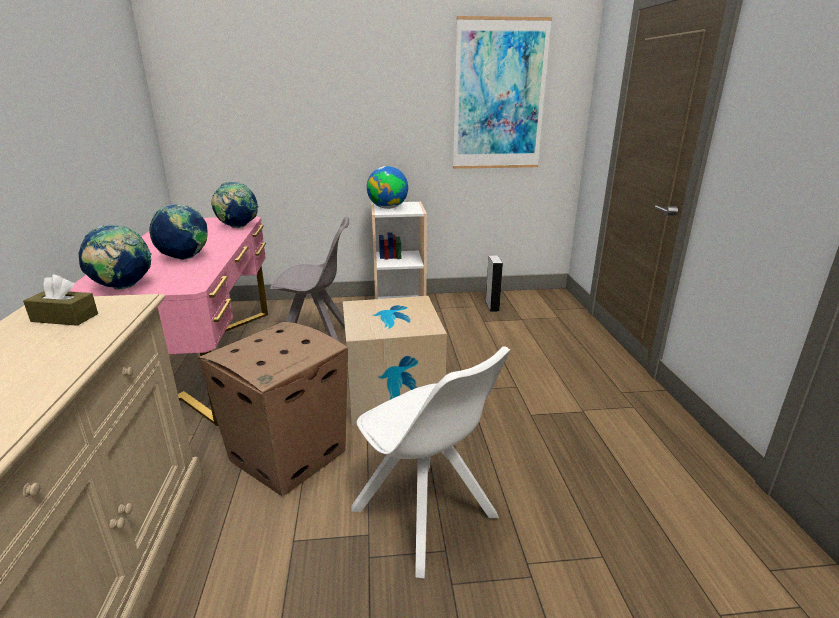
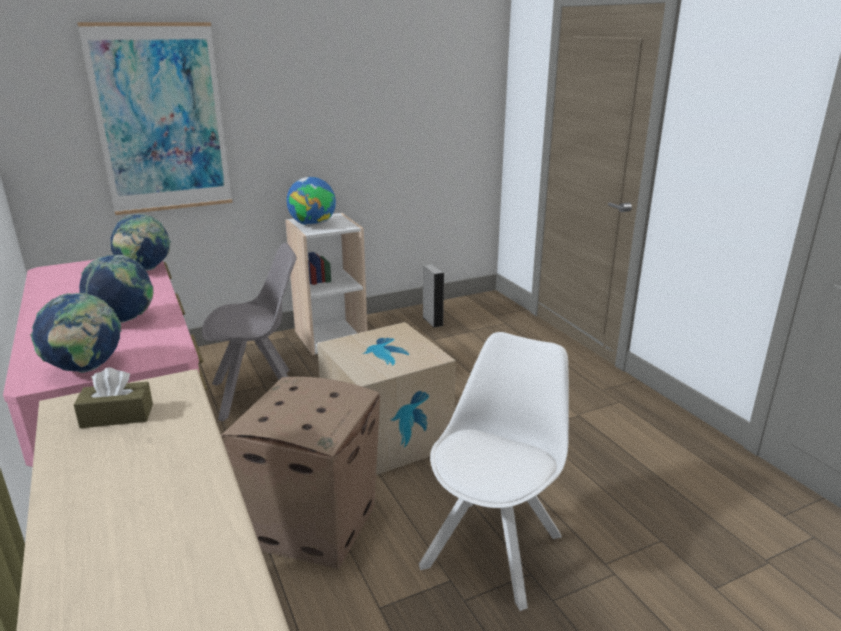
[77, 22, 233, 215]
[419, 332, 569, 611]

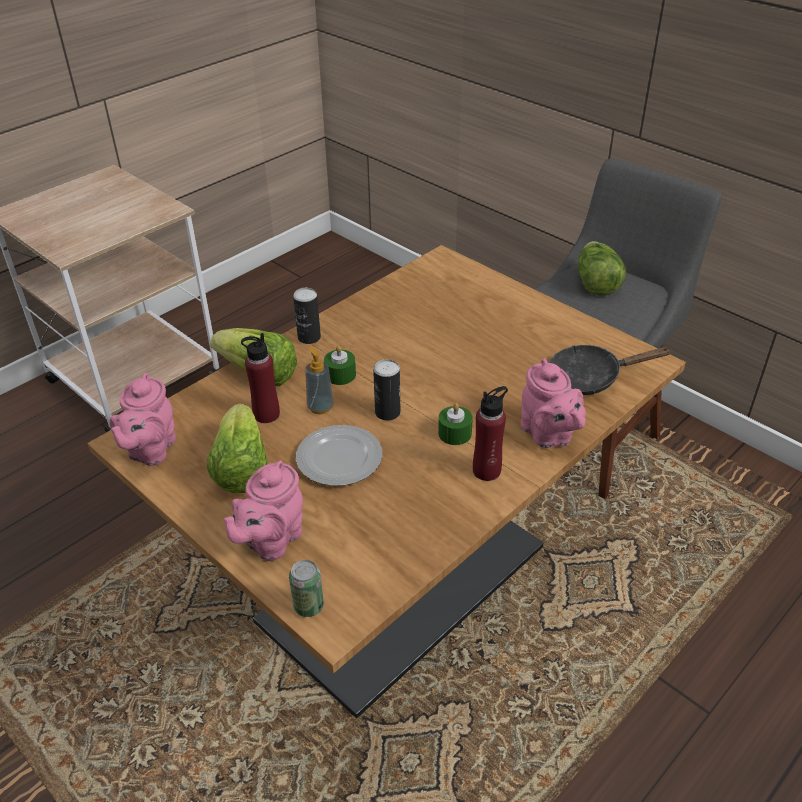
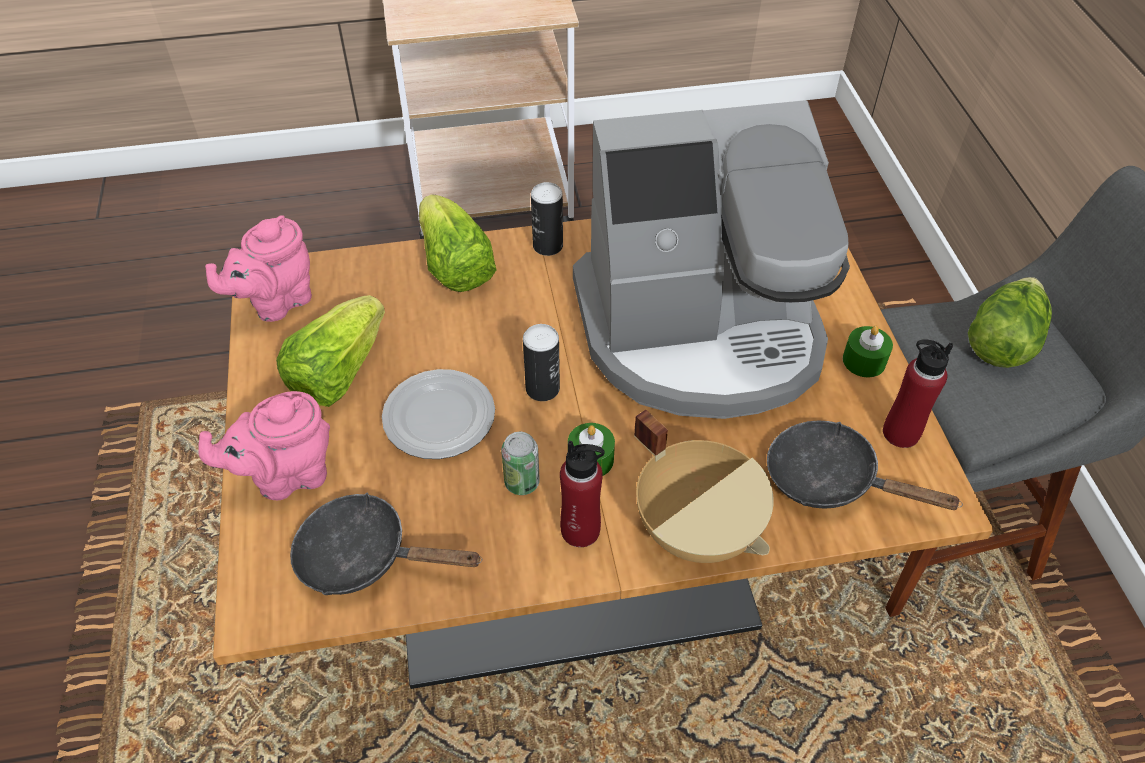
[883, 339, 953, 448]
[305, 345, 334, 414] (first image)
[843, 326, 893, 377]
[634, 410, 774, 563]
[501, 432, 540, 495]
[573, 100, 850, 419]
[290, 493, 482, 595]

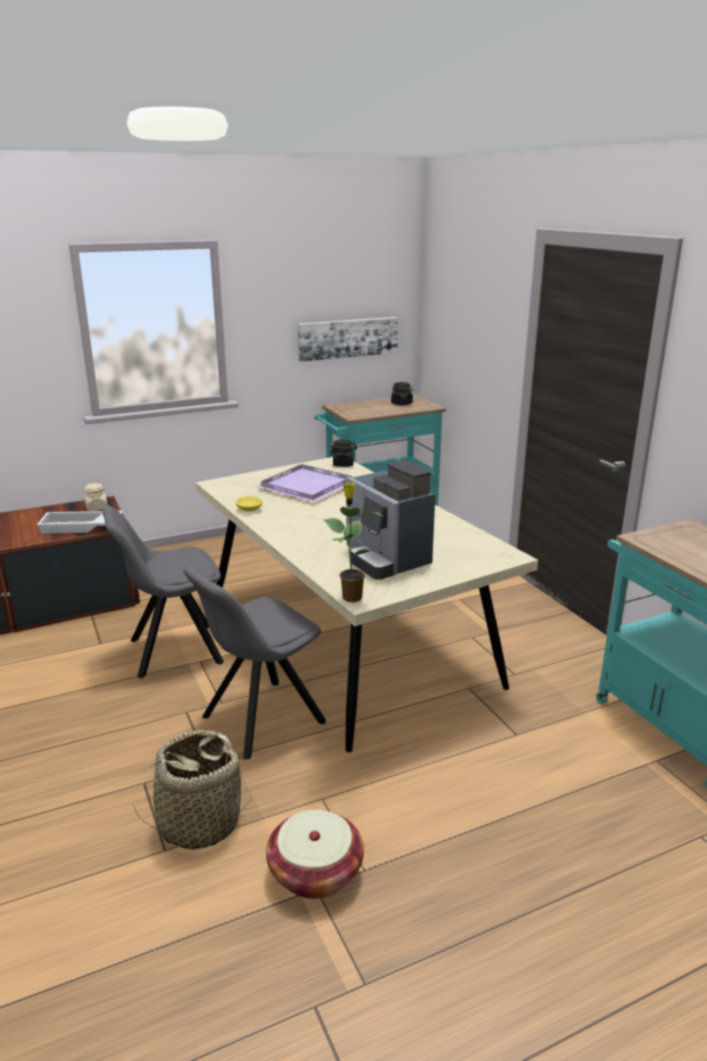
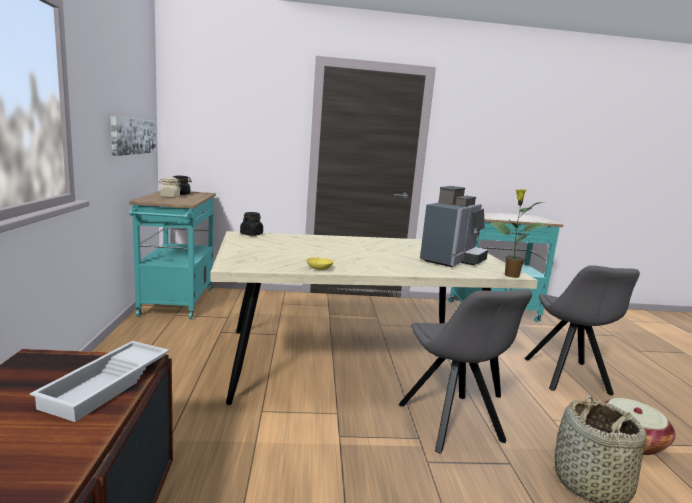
[420, 186, 488, 267]
[255, 464, 352, 502] (first image)
[159, 177, 181, 198]
[524, 265, 640, 395]

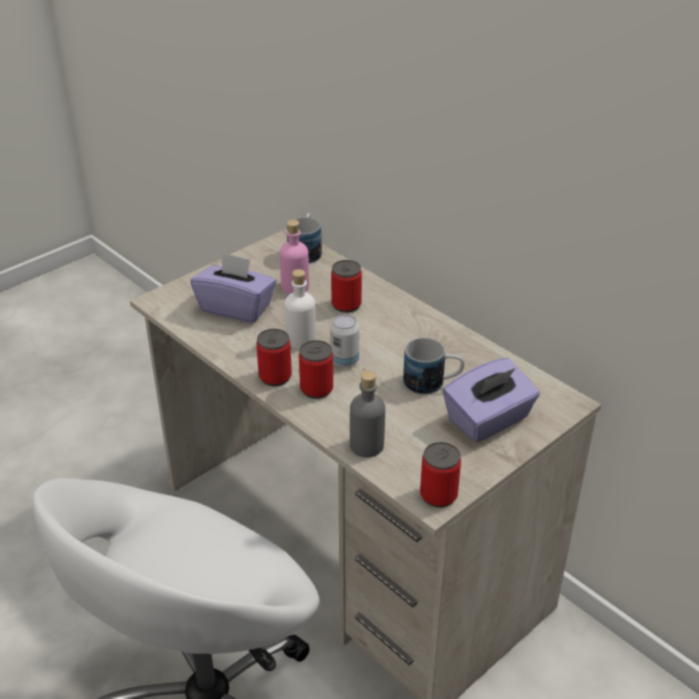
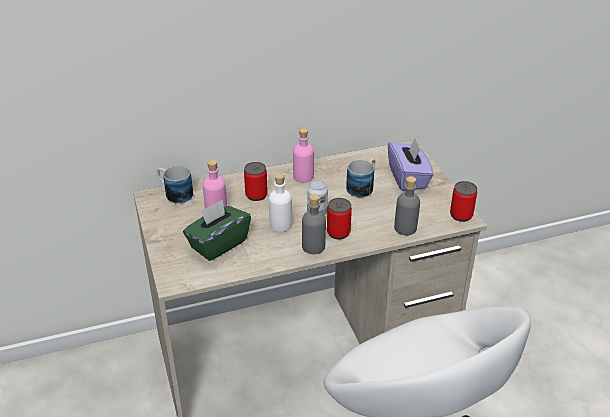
[183, 200, 251, 261]
[302, 194, 326, 254]
[293, 128, 314, 183]

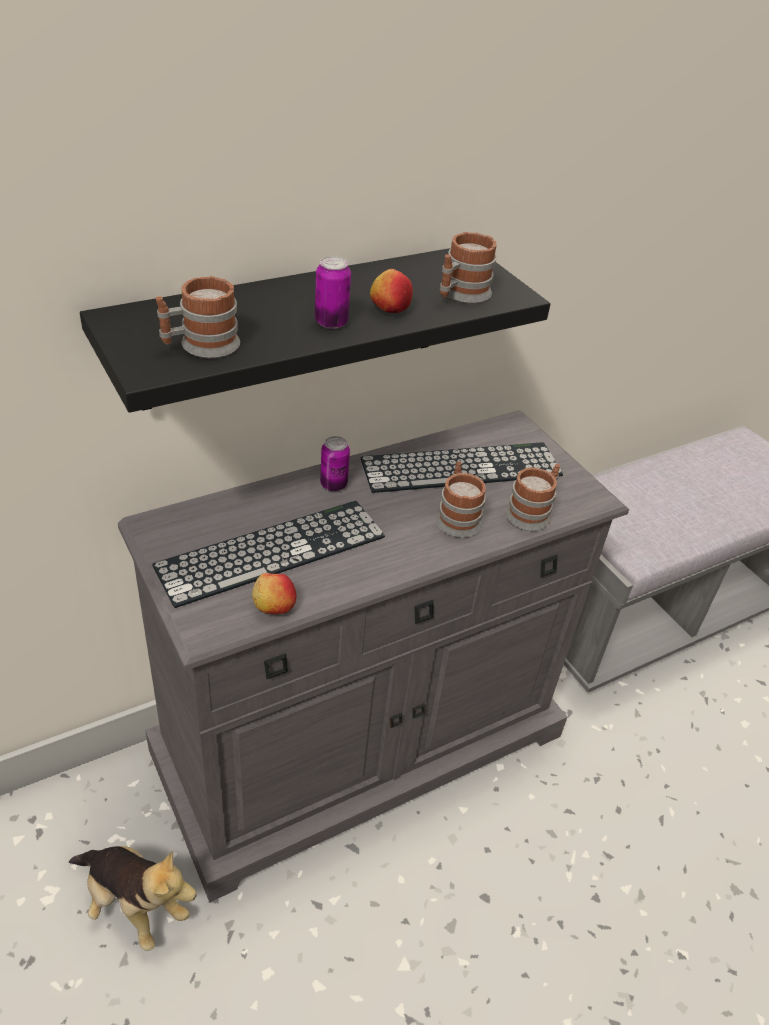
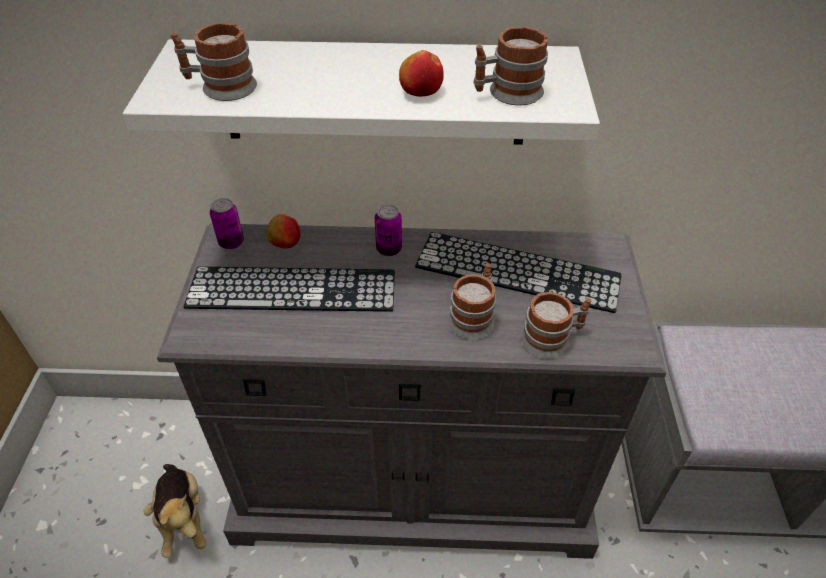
[123, 39, 600, 145]
[210, 198, 244, 249]
[266, 214, 300, 249]

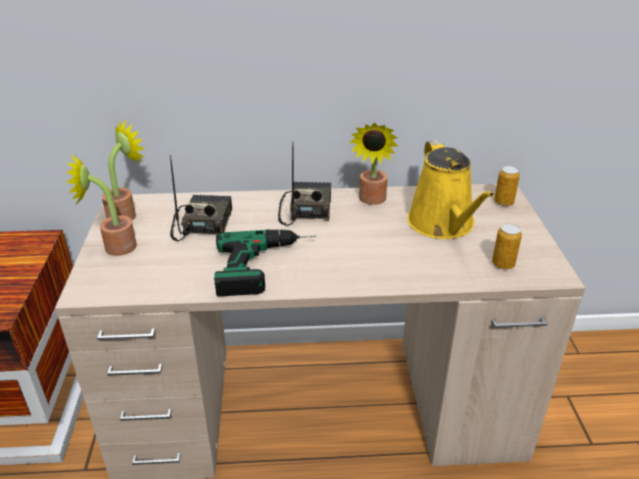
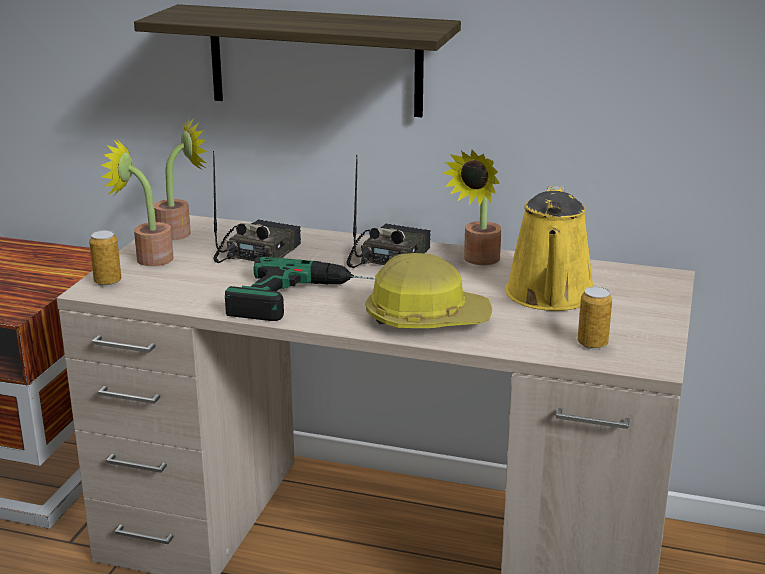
[89, 230, 121, 286]
[134, 4, 461, 117]
[366, 253, 492, 328]

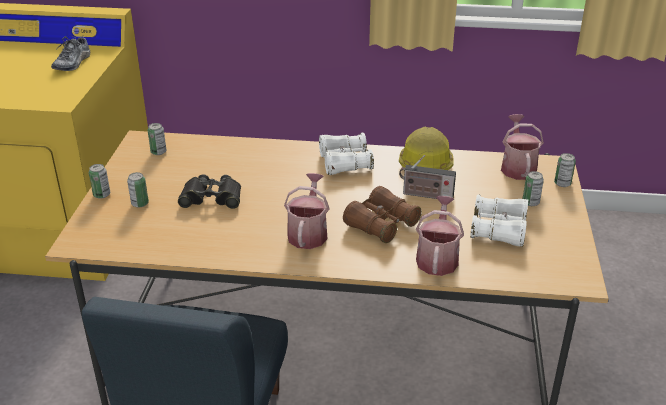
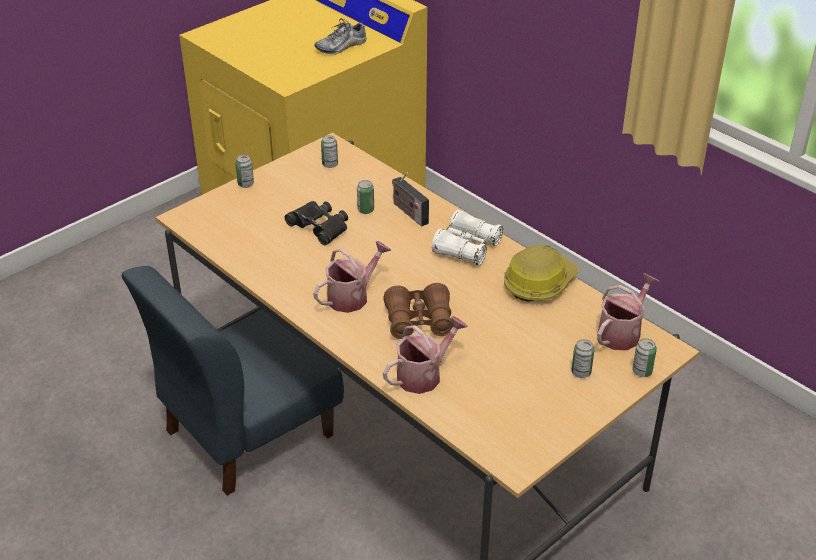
[392, 173, 429, 227]
[357, 180, 374, 214]
[470, 194, 528, 247] (first image)

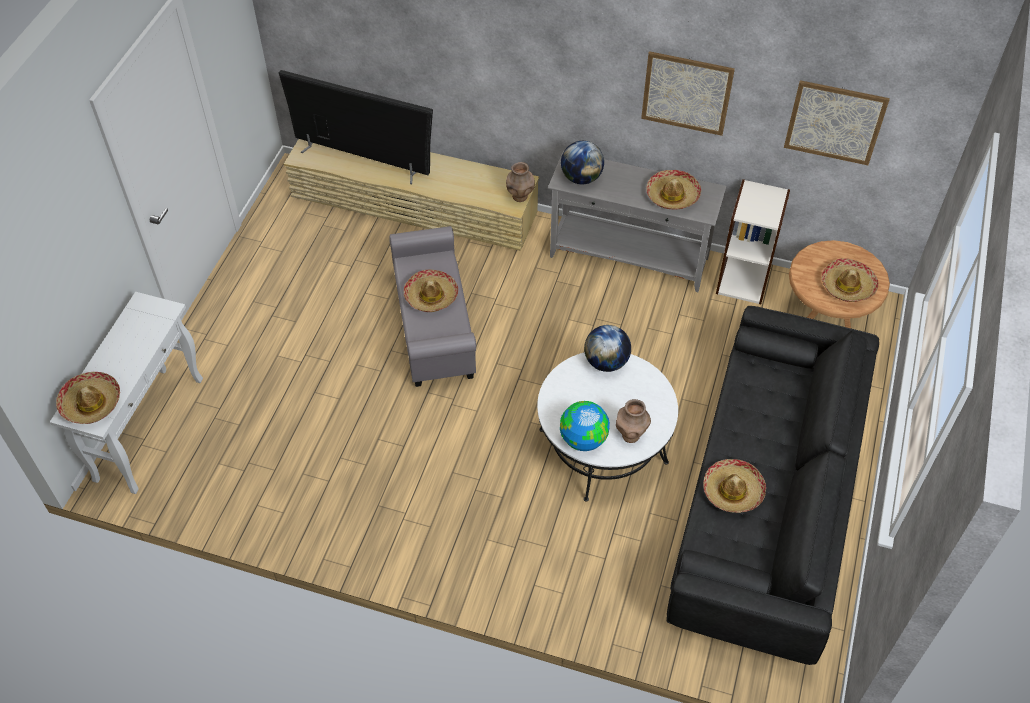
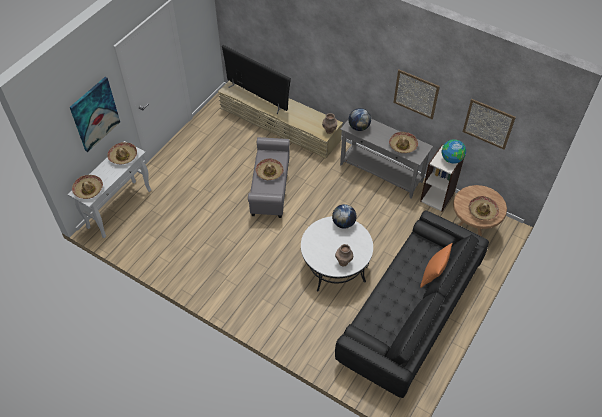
[442, 139, 466, 164]
[108, 142, 137, 164]
[70, 77, 120, 152]
[420, 243, 452, 288]

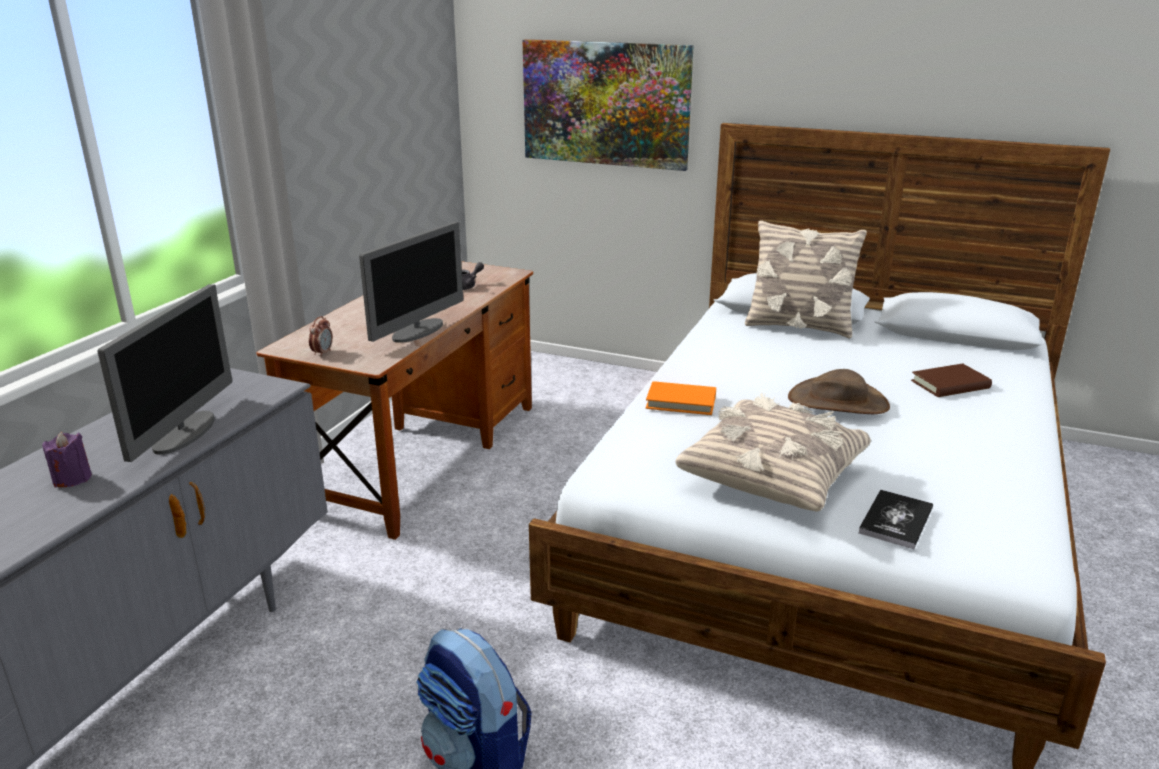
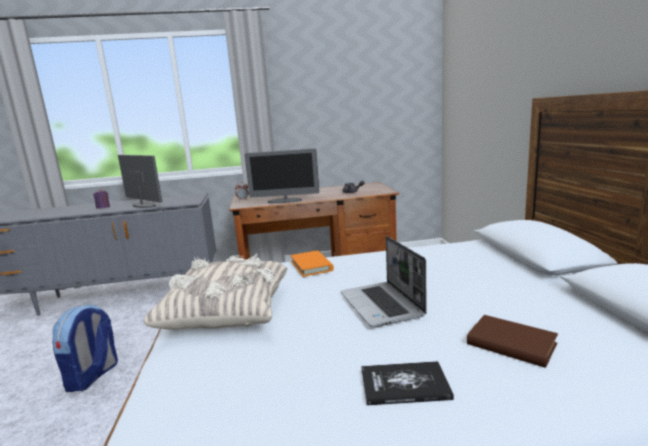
[522, 39, 694, 171] (first image)
[745, 220, 867, 339] (first image)
[118, 155, 162, 208]
[341, 236, 427, 327]
[361, 361, 454, 405]

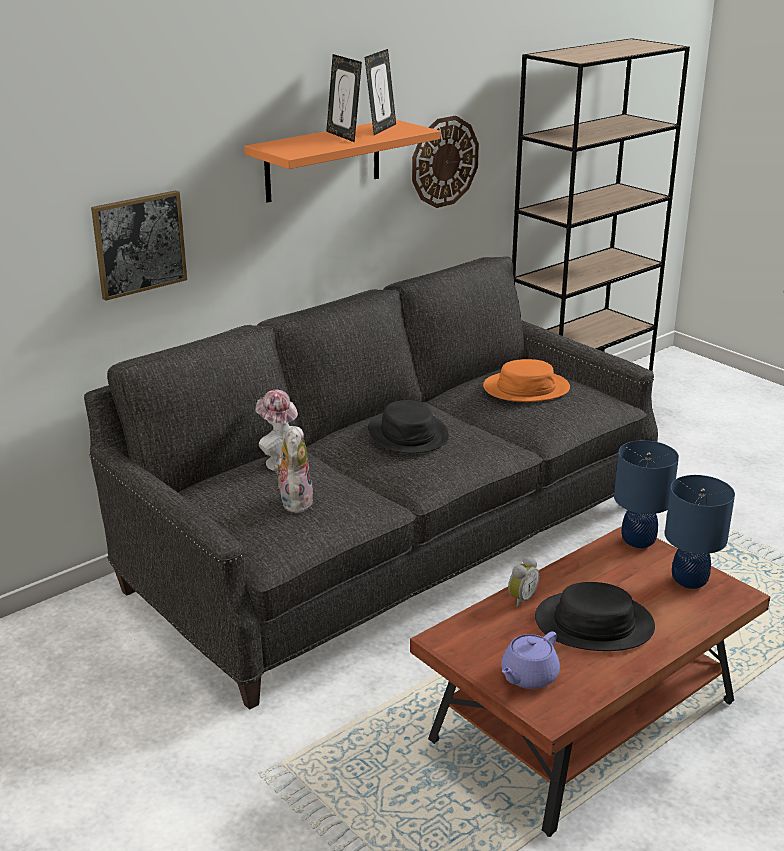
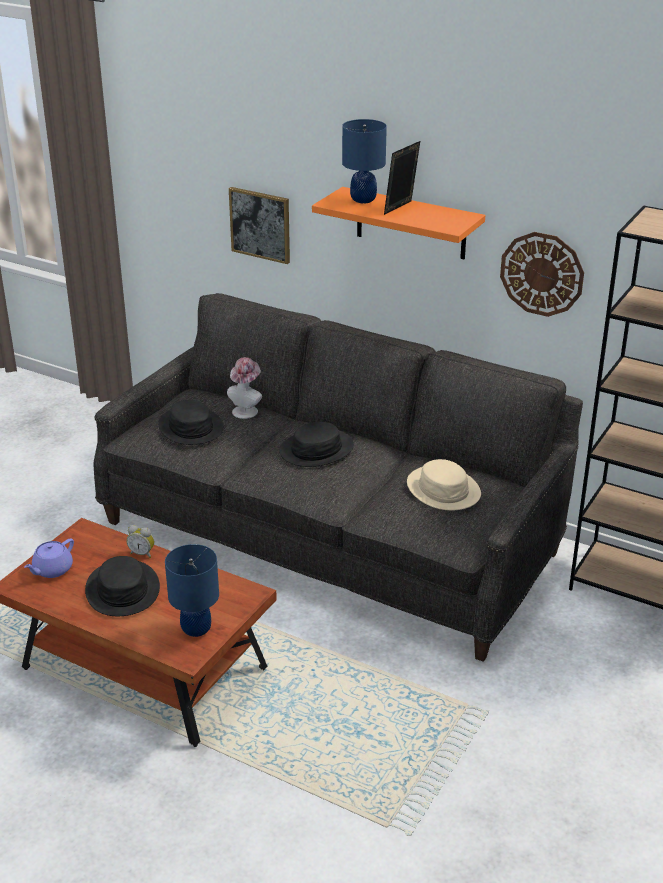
[365, 49, 396, 135] (first image)
[407, 459, 481, 511]
[158, 400, 224, 445]
[342, 119, 387, 204]
[24, 538, 74, 578]

